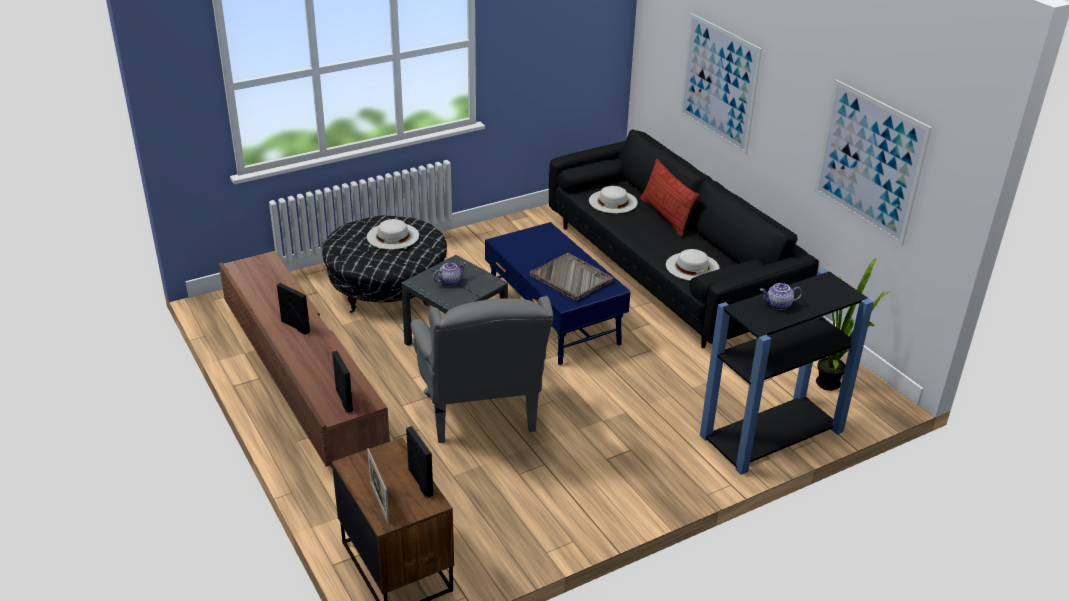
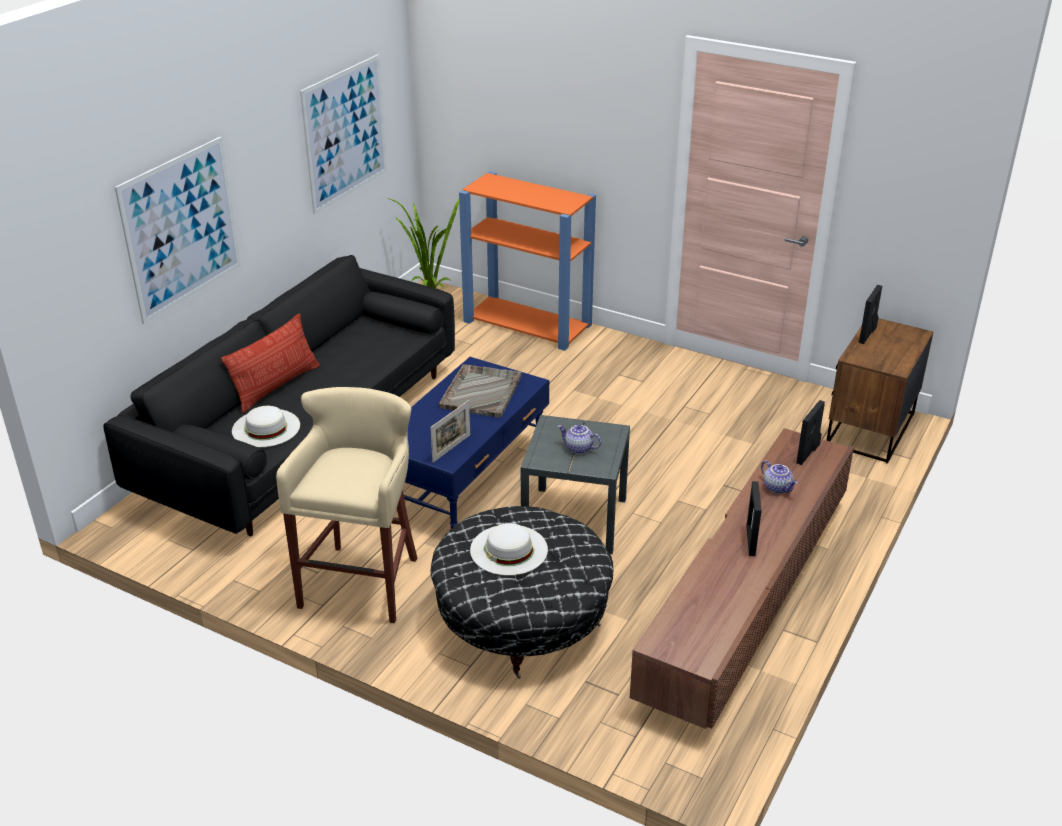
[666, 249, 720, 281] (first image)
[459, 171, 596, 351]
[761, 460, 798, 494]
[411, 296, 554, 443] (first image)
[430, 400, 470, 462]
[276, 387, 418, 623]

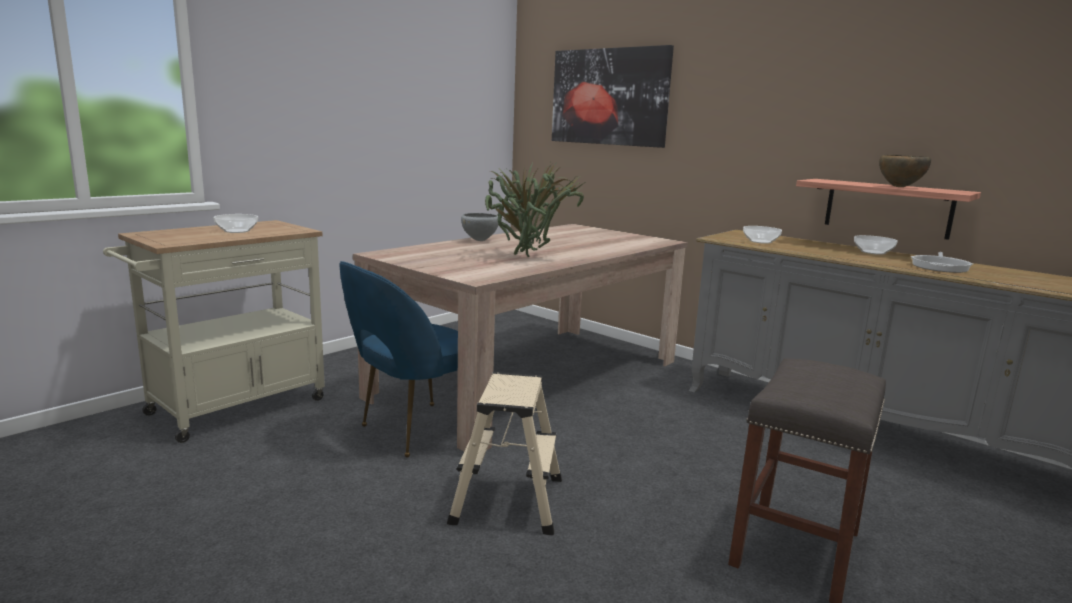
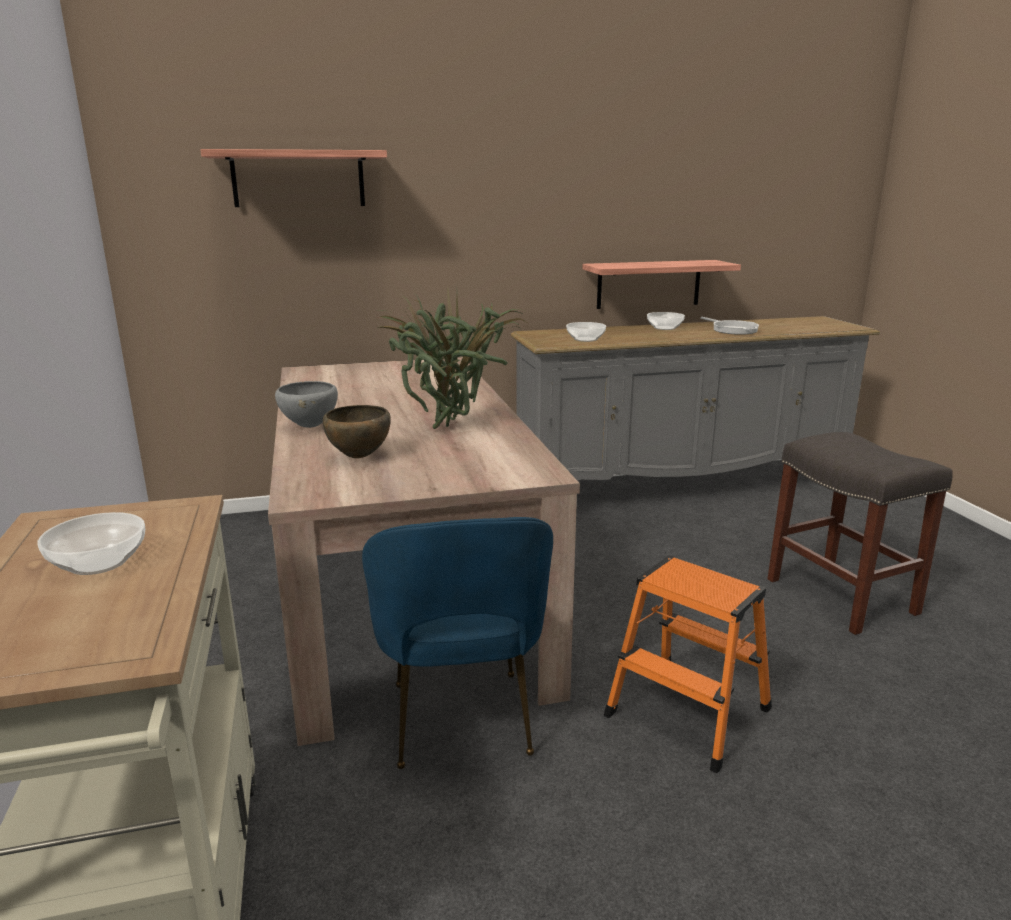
[200, 149, 387, 207]
[323, 405, 391, 458]
[604, 555, 772, 773]

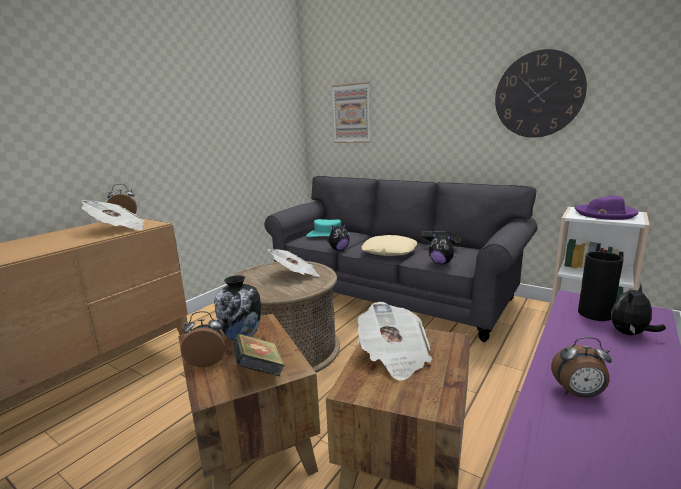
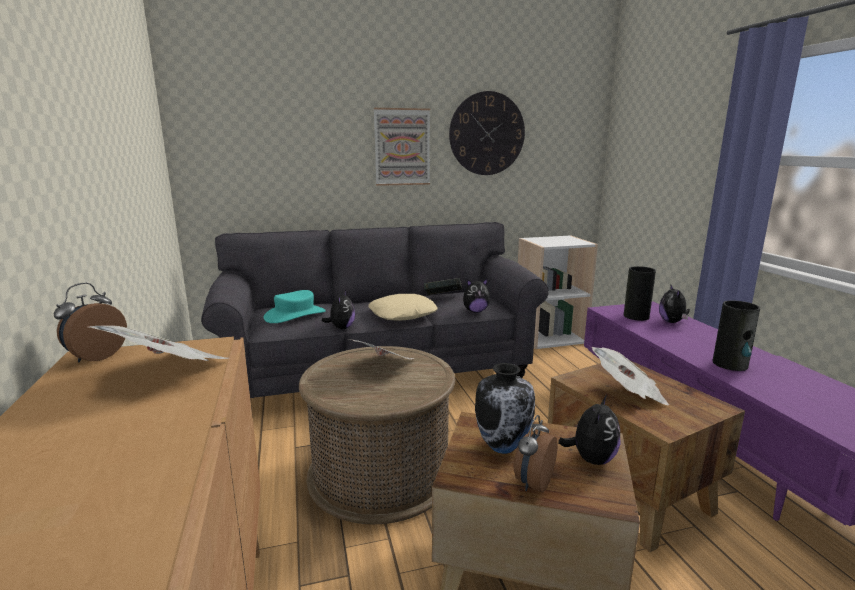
[374, 108, 430, 186]
[575, 196, 638, 220] (first image)
[558, 395, 620, 465]
[713, 300, 760, 371]

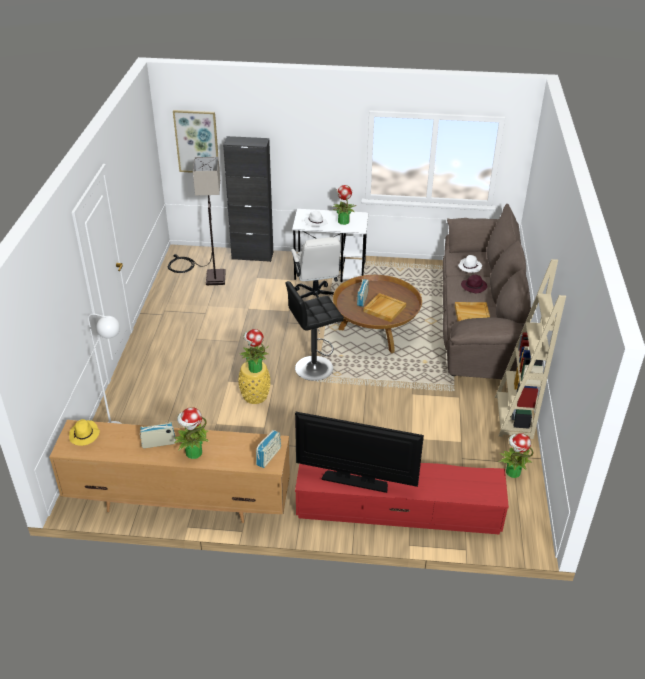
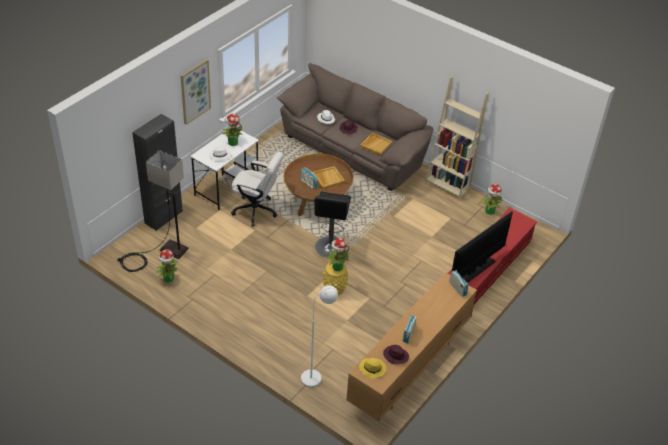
[181, 59, 211, 125]
[156, 249, 178, 282]
[383, 345, 409, 365]

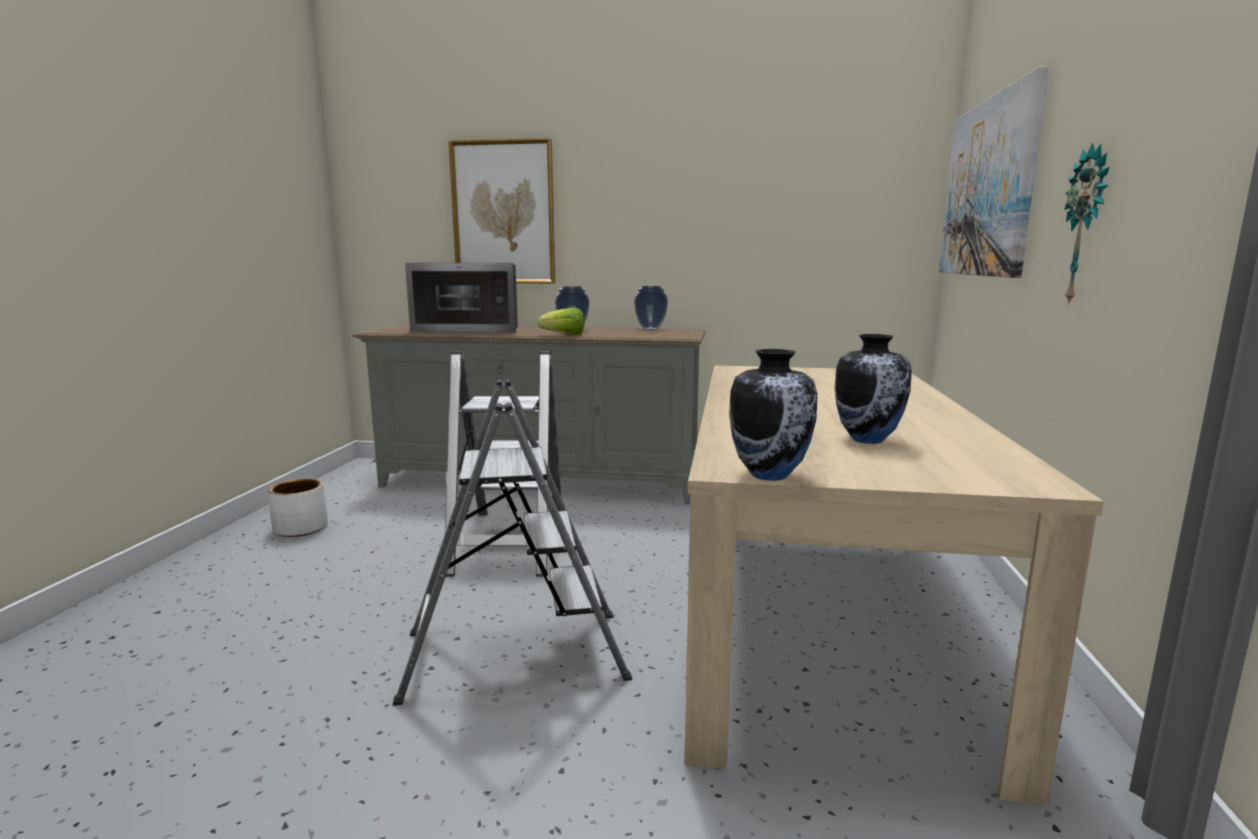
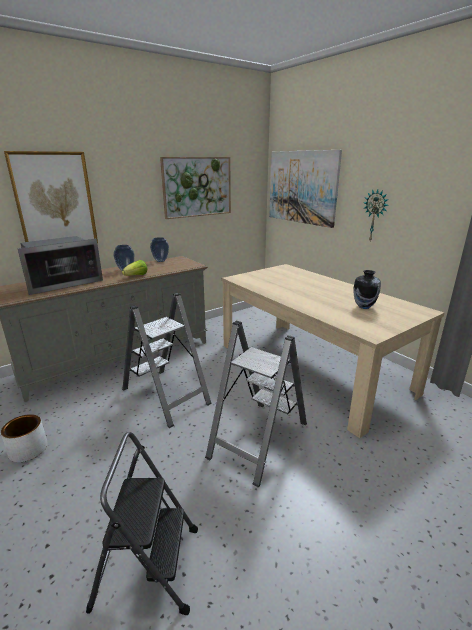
[729, 349, 817, 481] (first image)
[160, 157, 231, 219]
[86, 432, 198, 615]

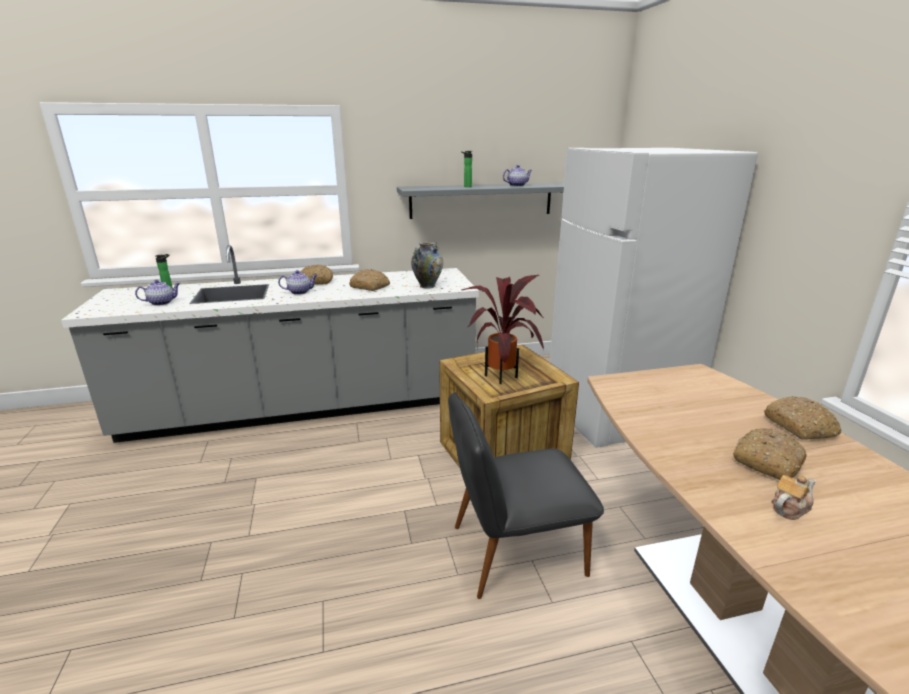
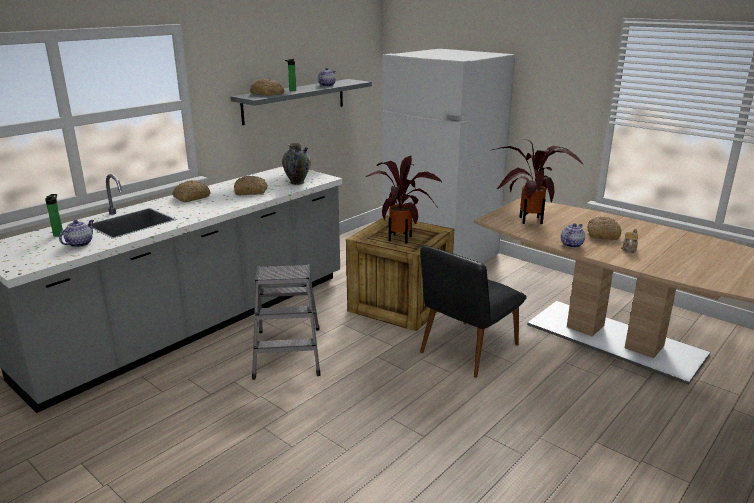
[561, 223, 585, 248]
[250, 79, 285, 96]
[492, 139, 583, 224]
[252, 265, 321, 380]

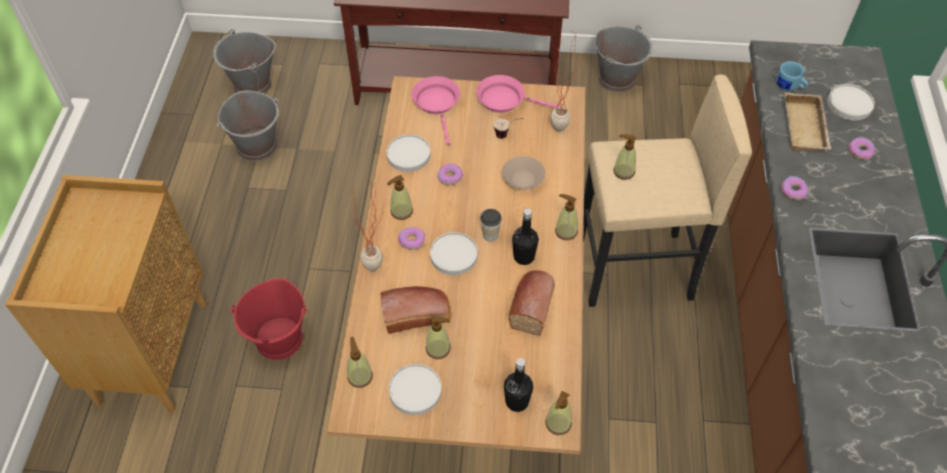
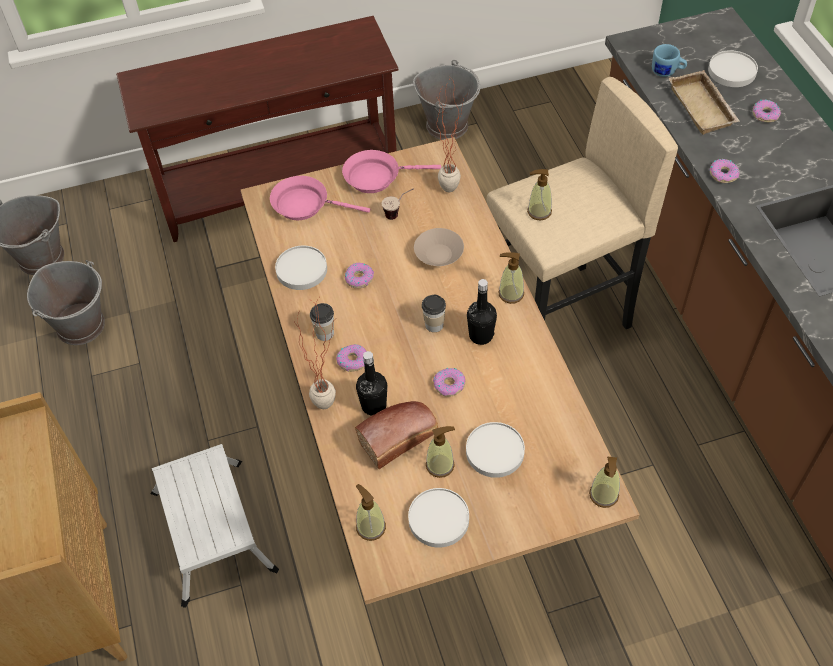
[270, 176, 370, 220]
[310, 303, 334, 341]
[466, 422, 525, 478]
[509, 270, 555, 336] (first image)
[150, 444, 279, 608]
[356, 351, 387, 416]
[433, 368, 465, 397]

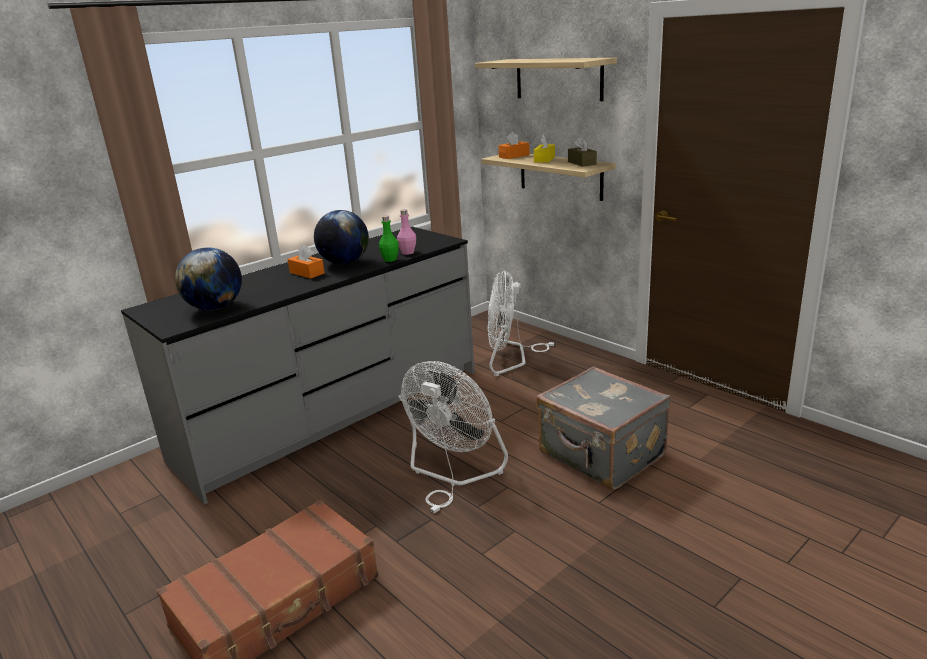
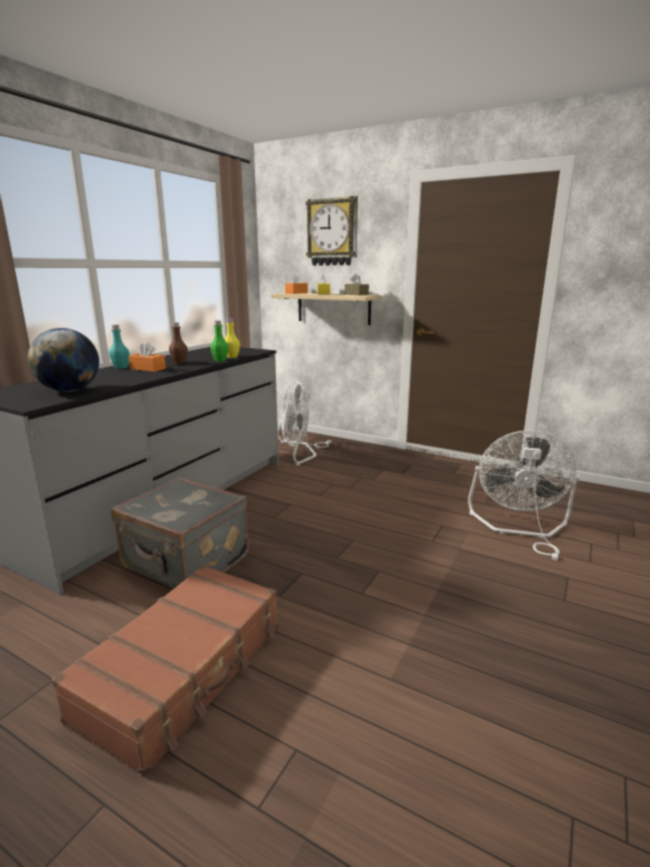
[305, 196, 358, 266]
[224, 319, 240, 358]
[169, 322, 188, 364]
[468, 431, 579, 561]
[111, 477, 249, 588]
[109, 325, 130, 369]

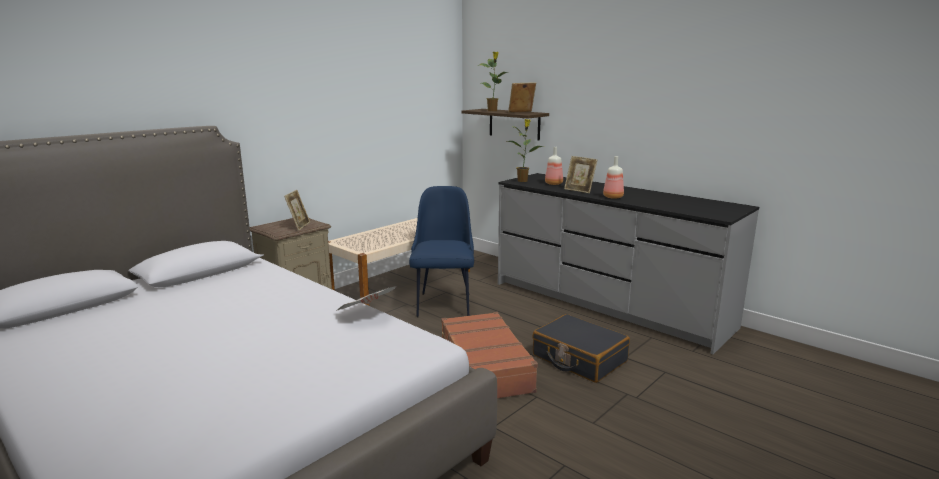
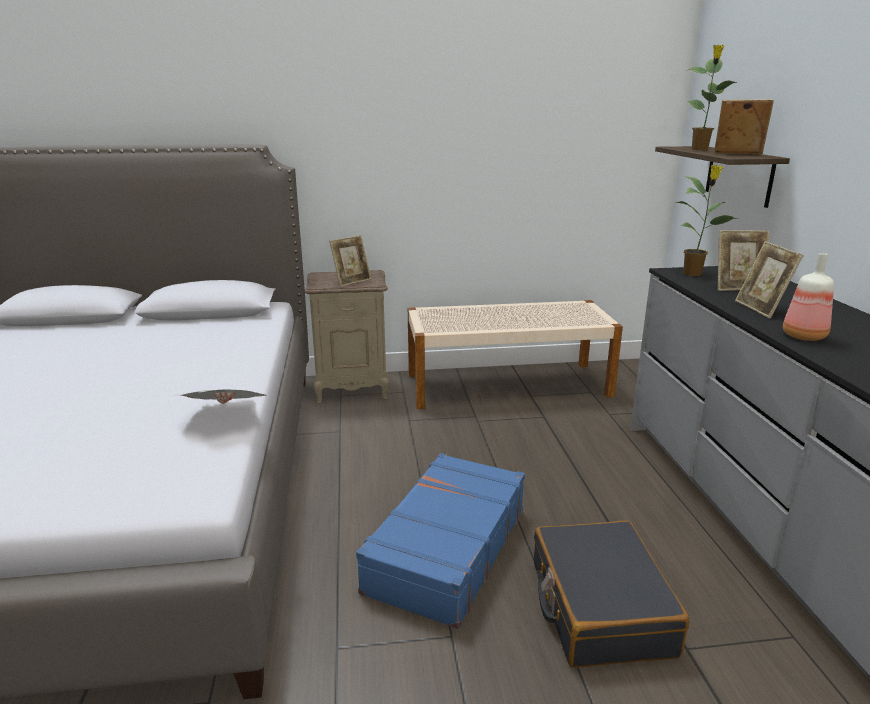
[718, 230, 769, 291]
[409, 186, 474, 318] (first image)
[356, 453, 525, 629]

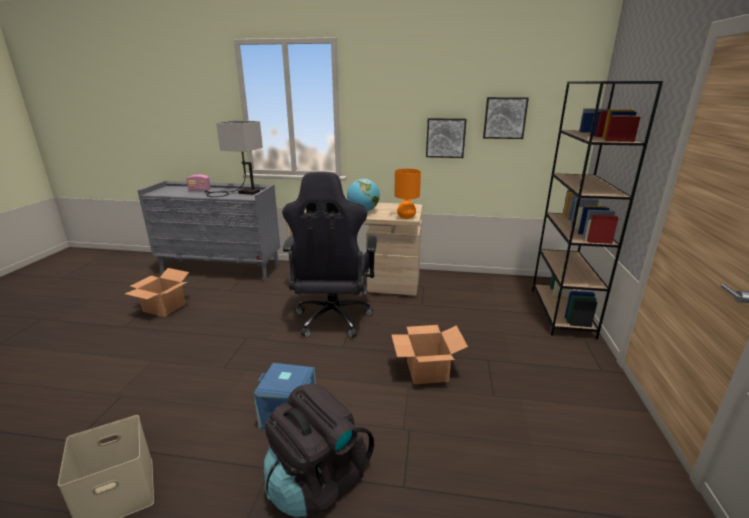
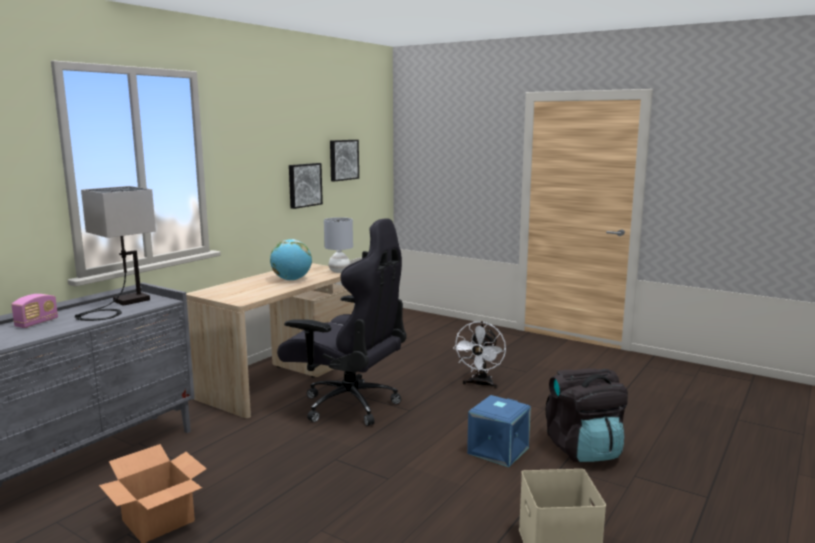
[532, 81, 663, 339] (first image)
[324, 217, 353, 273]
[453, 321, 506, 389]

